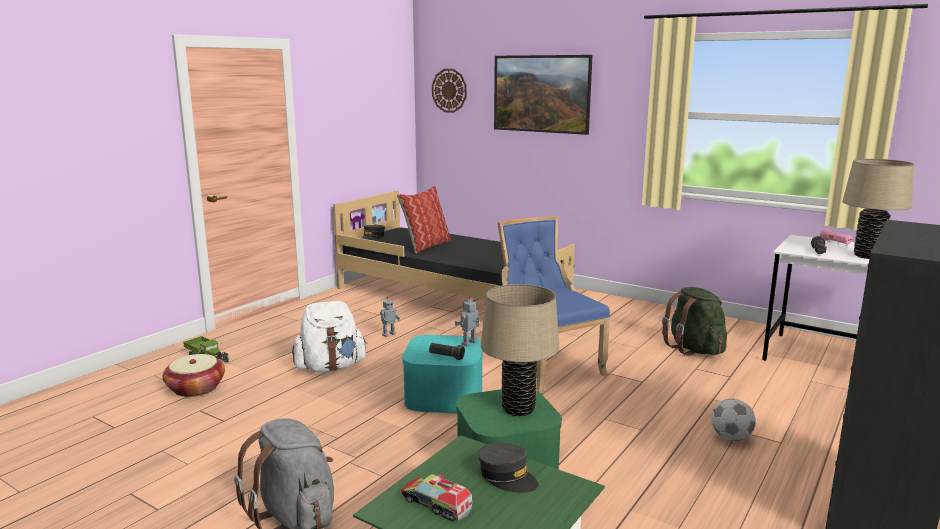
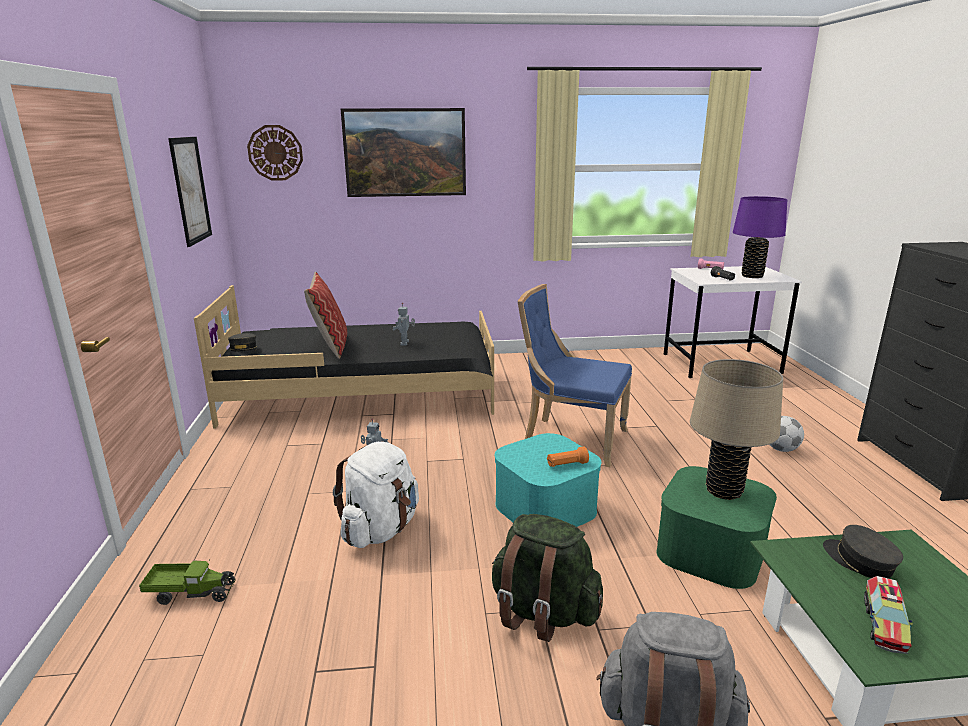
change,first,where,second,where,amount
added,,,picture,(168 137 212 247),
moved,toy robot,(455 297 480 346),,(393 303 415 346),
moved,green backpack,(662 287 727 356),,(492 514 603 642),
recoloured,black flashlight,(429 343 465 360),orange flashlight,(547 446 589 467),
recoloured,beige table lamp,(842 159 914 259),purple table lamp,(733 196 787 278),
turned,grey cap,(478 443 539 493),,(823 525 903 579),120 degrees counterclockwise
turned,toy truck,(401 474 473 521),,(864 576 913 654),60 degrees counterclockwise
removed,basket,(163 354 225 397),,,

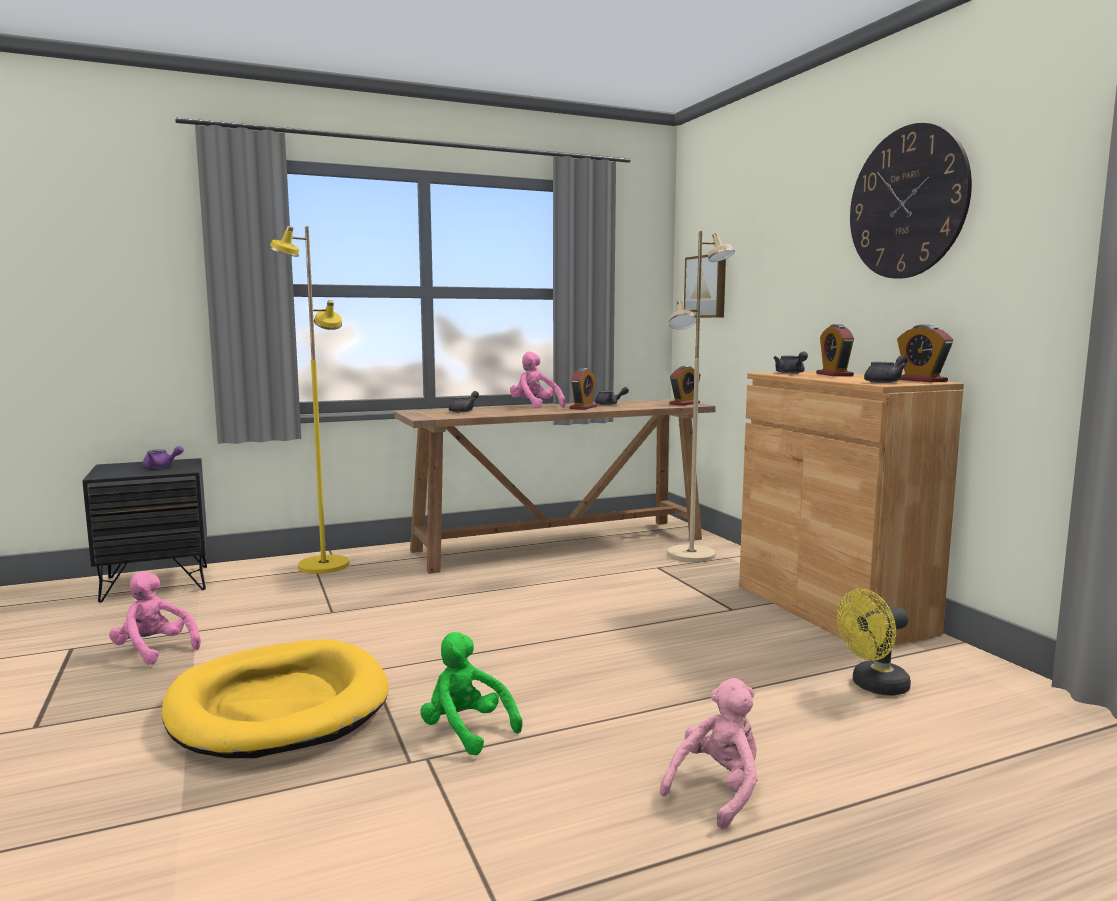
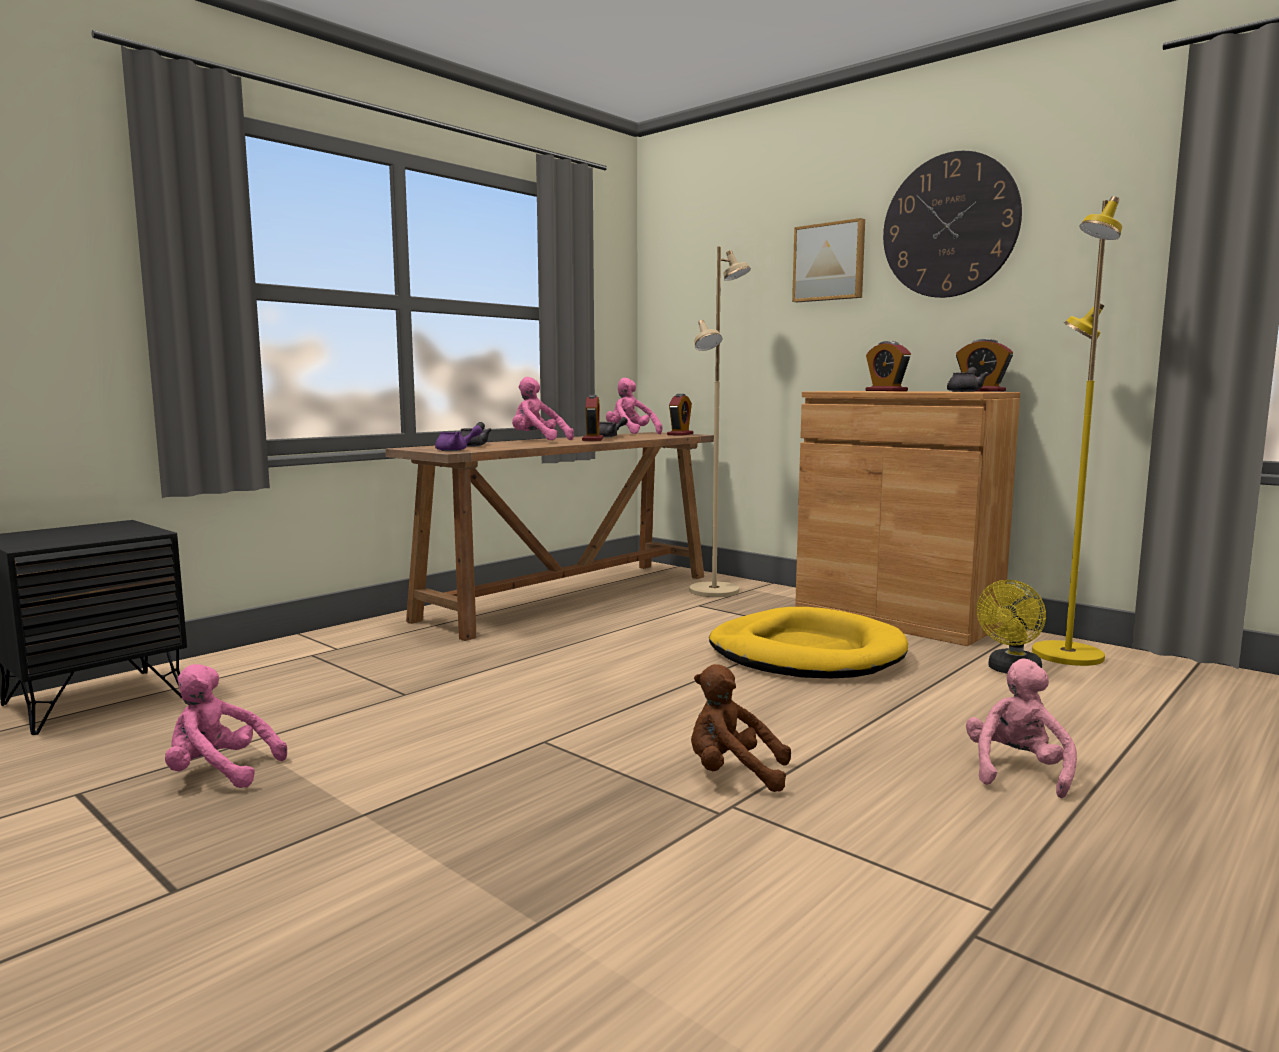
change,first,where,second,where,amount
moved,purple teapot,(143 446 184 468),,(435 425 482 451),
added,,,pink plush toy,(606 378 663 434),
recoloured,green plush toy,(420 632 523 755),brown plush toy,(691 664 791 792),
moved,yellow dog bed,(161 639 389 758),,(709 607 908 678),
moved,picture,(684 255 726 318),,(792 218 865 302),
moved,yellow floor lamp,(269 226 349 574),,(1032 196 1122 666),
removed,grey teapot,(774 352 808 374),,,

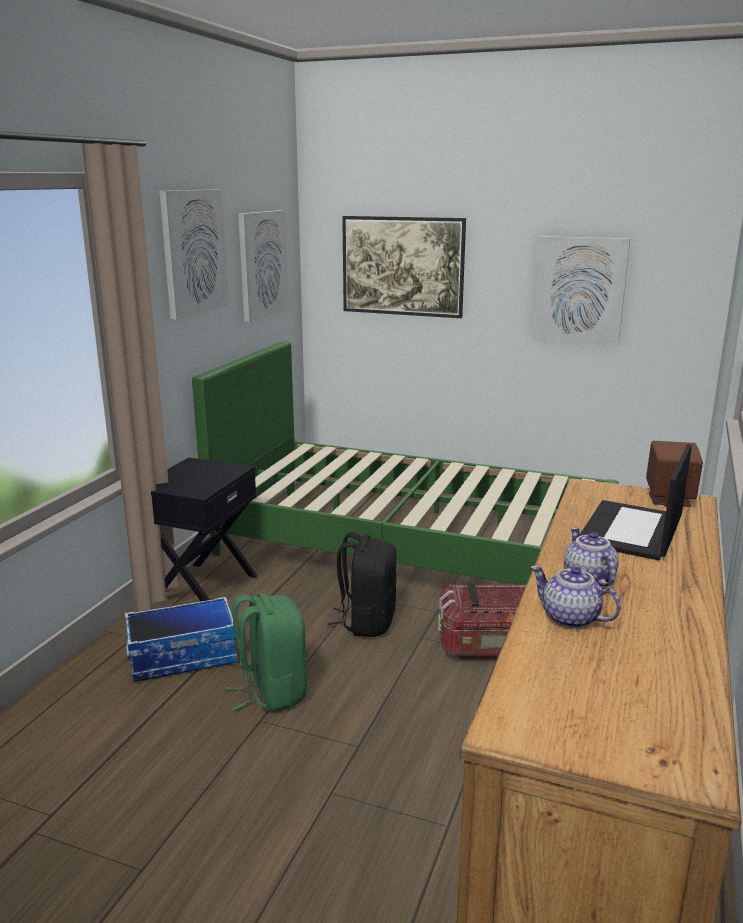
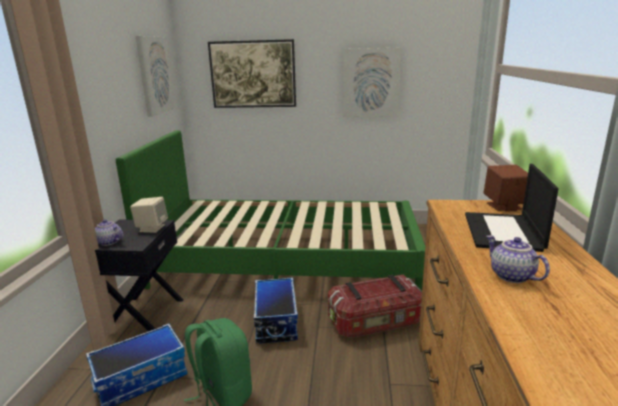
change,first,where,second,where,amount
moved,teapot,(530 566 621 628),,(95 219 124 246),
added,,,beige speaker,(130 197 168 233),
replaced,black backpack,(327 532 396 637),storage box,(254 277 298 344),
removed,picture,(159 189 229 319),,,

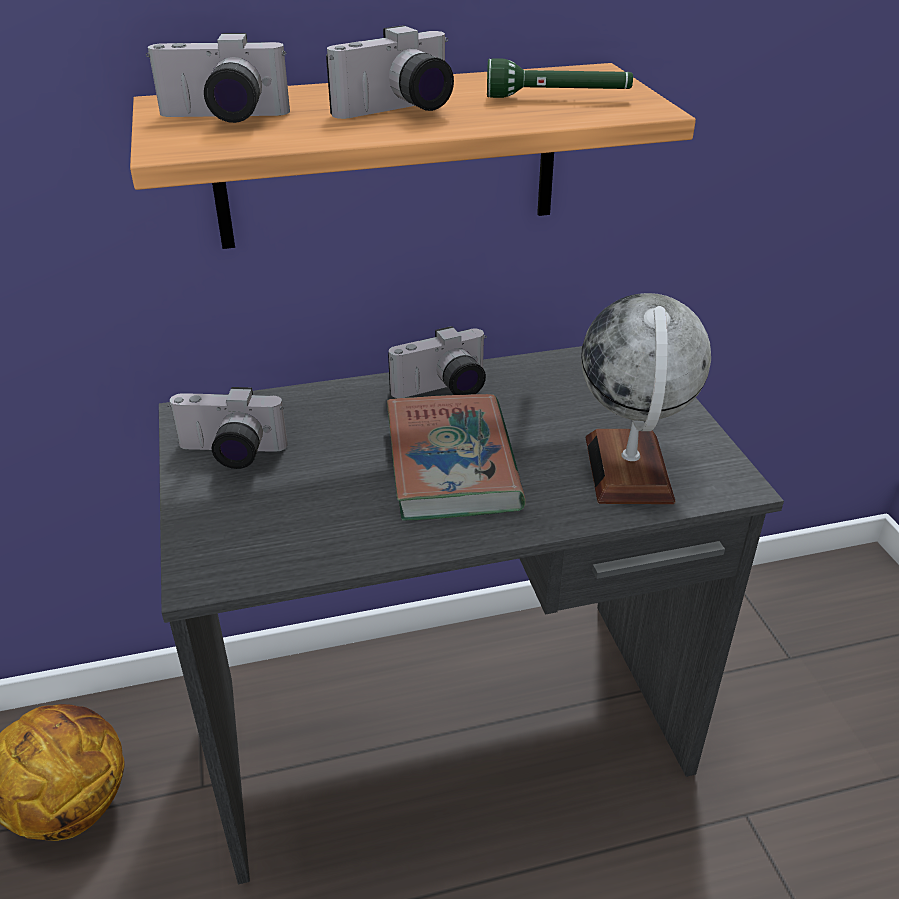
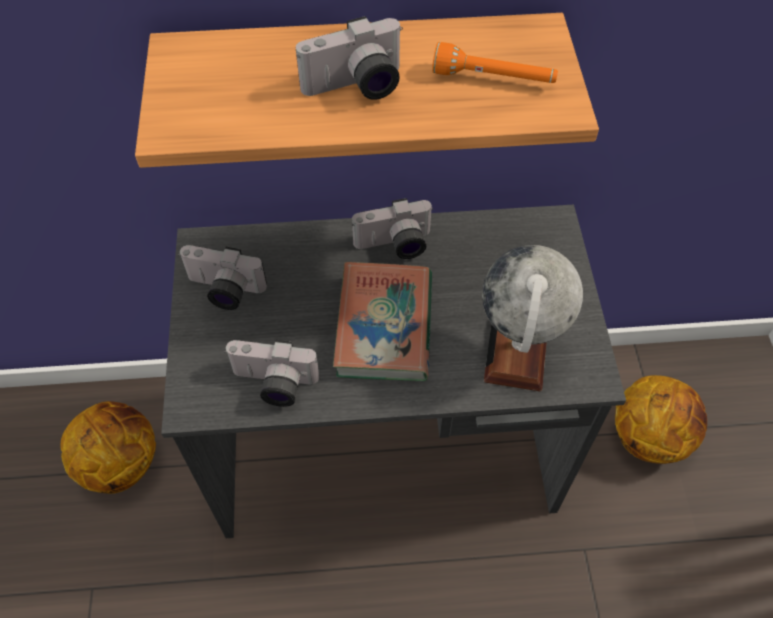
change,first,where,second,where,amount
moved,photo camera,(146 33 290 123),,(224 340 319 407),
recoloured,green flashlight,(487 58 633 98),orange flashlight,(432 42 558 83),
added,,,basketball,(615 375 707 464),

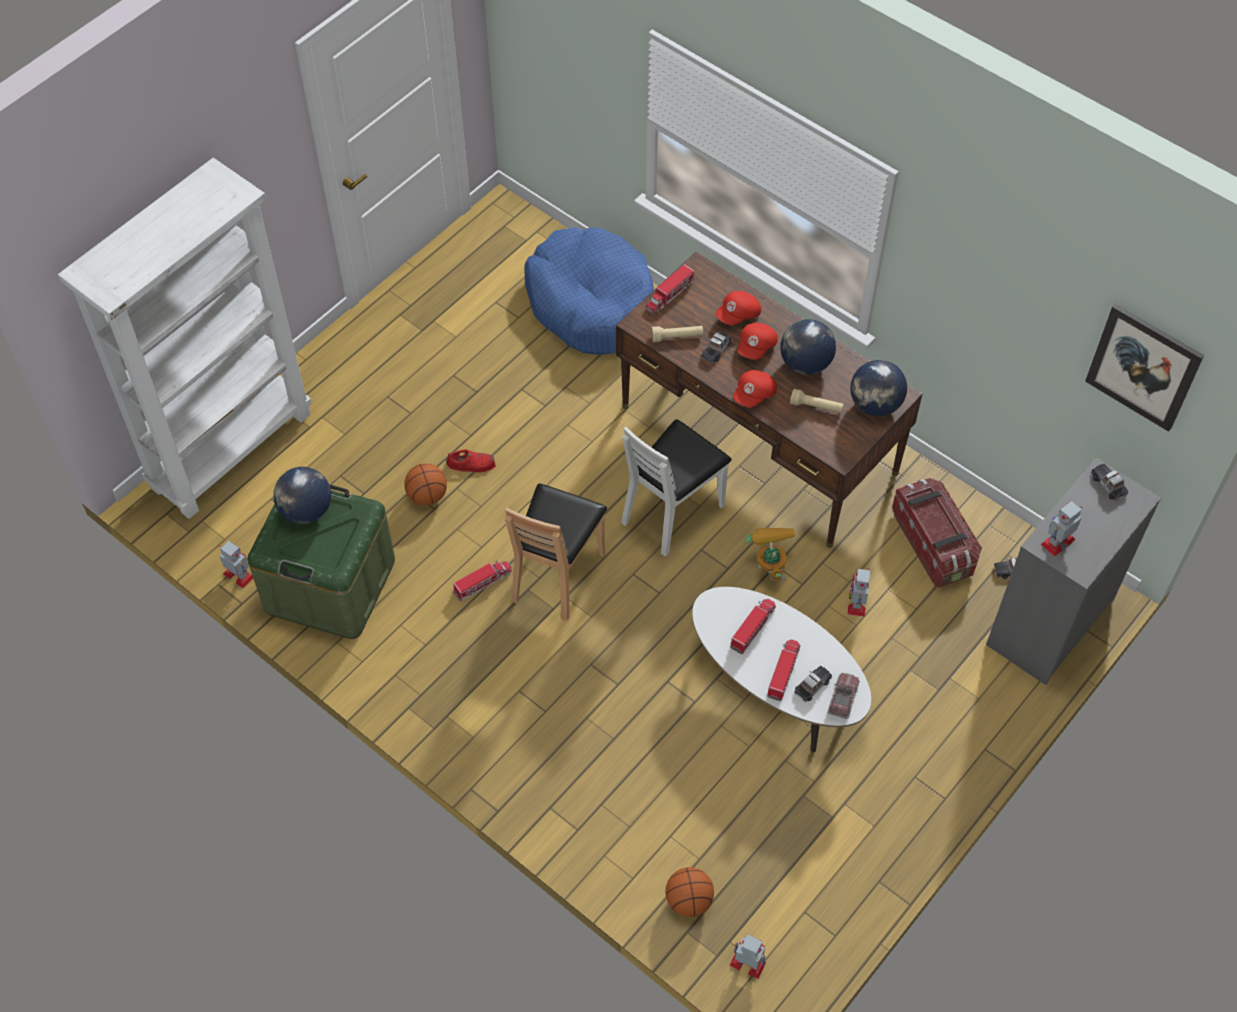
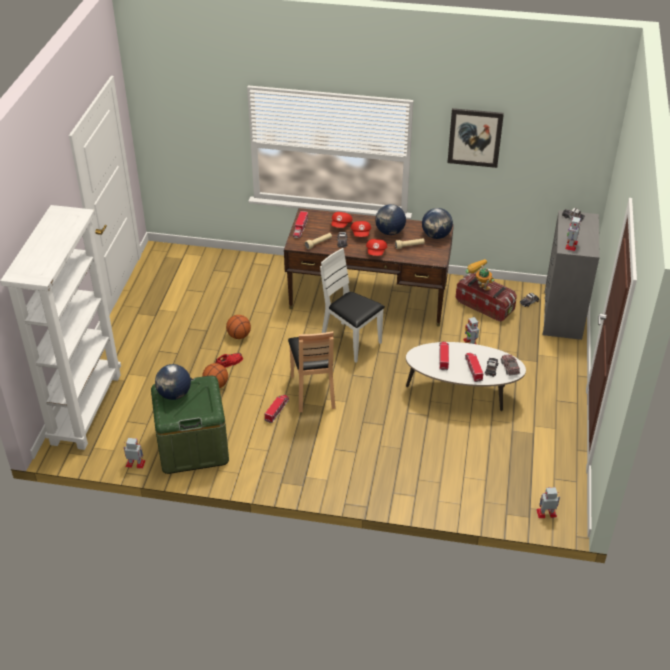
change,first,where,second,where,amount
moved,basketball,(665 867 714 917),,(226 315 251 339),
turned,white chair,(621 419 732 556),,(320 248 385 362),120 degrees clockwise
moved,picture,(1085 304 1204 432),,(447 108 504 168),
moved,toy robot,(745 528 795 583),,(465 259 494 290),
removed,blue dog bed,(525 227 654 355),,,

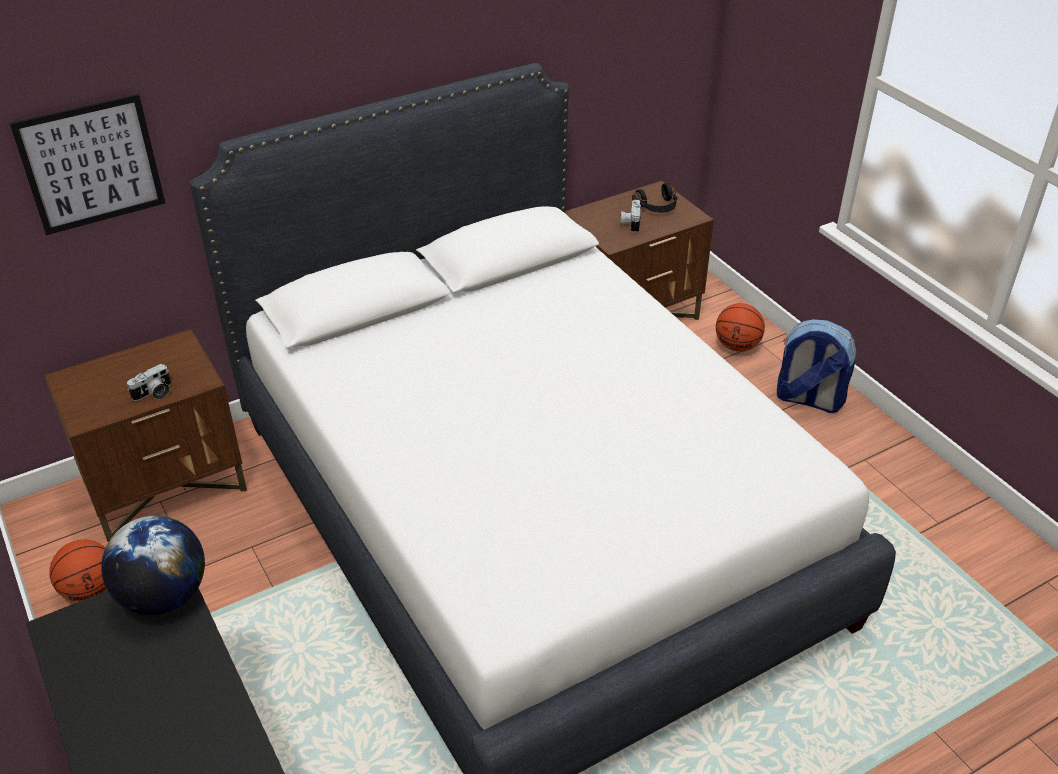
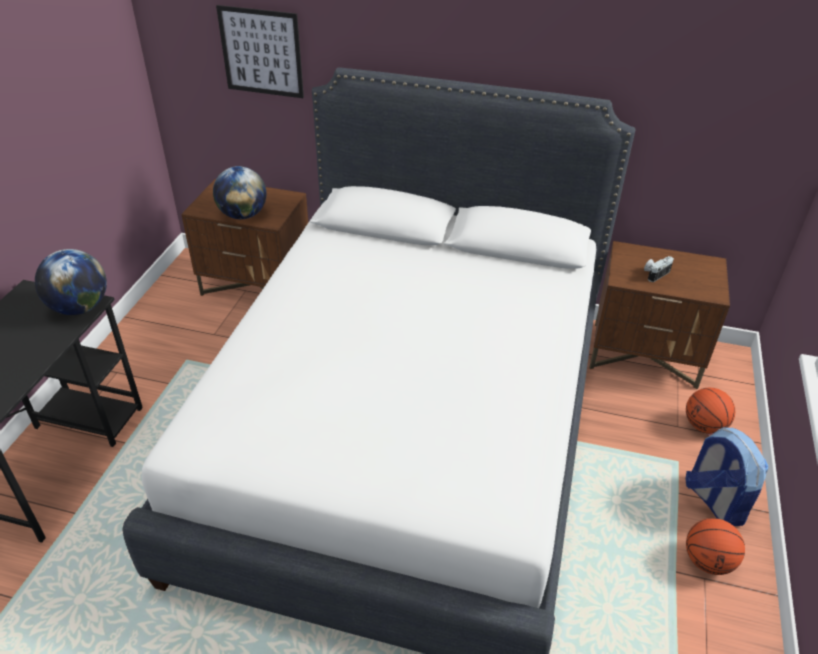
change,first,where,second,where,amount
replaced,photo camera,(127 364 171 401),globe,(213 166 266 219),
moved,basketball,(49 540 107 602),,(686 518 745 575),
removed,black headphones,(632 183 678 213),,,

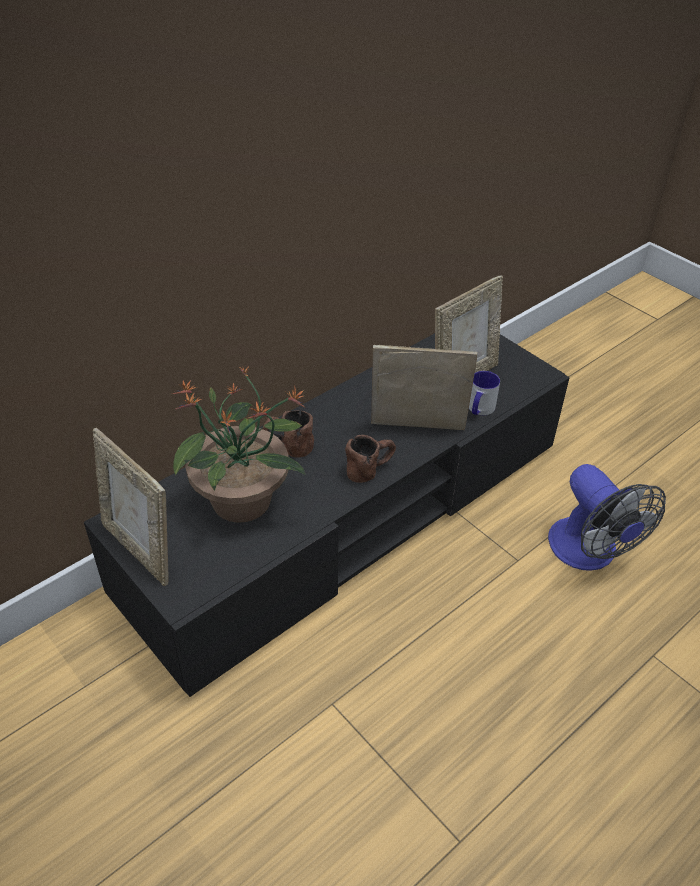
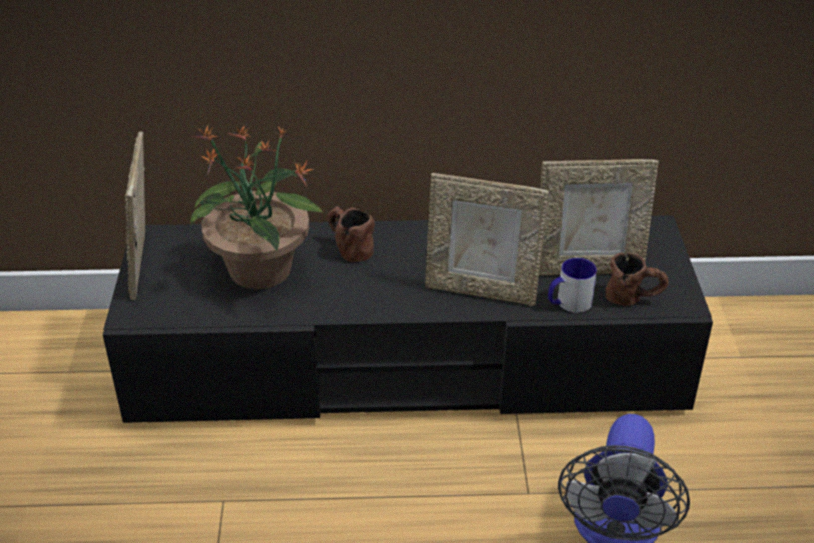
change,first,where,second,where,amount
turned,picture frame,(371 345 477 430),,(425 173 549 306),150 degrees clockwise
moved,brown mug,(345 435 396 483),,(605 253 669 306),

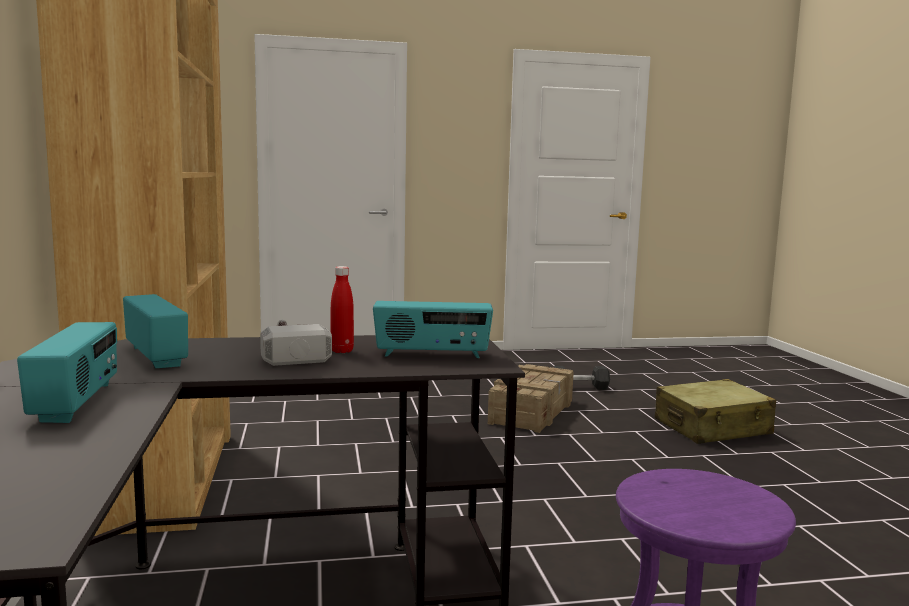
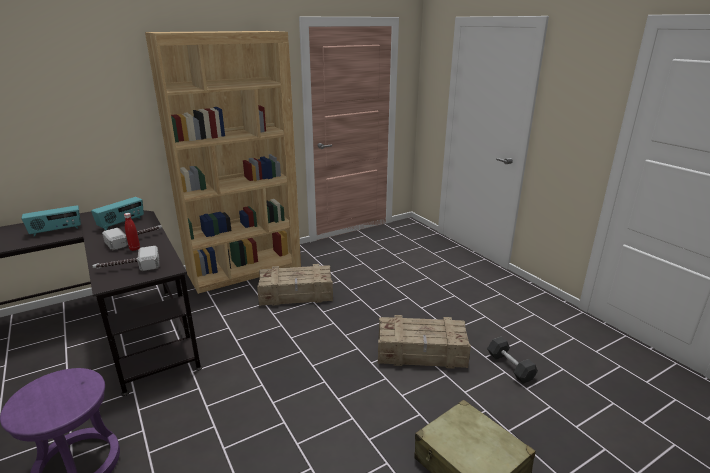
change,first,where,second,where,amount
replaced,radio,(373 301 493 358),hammer,(93 246 160 271),
added,,,crate,(257 264 333 306),

